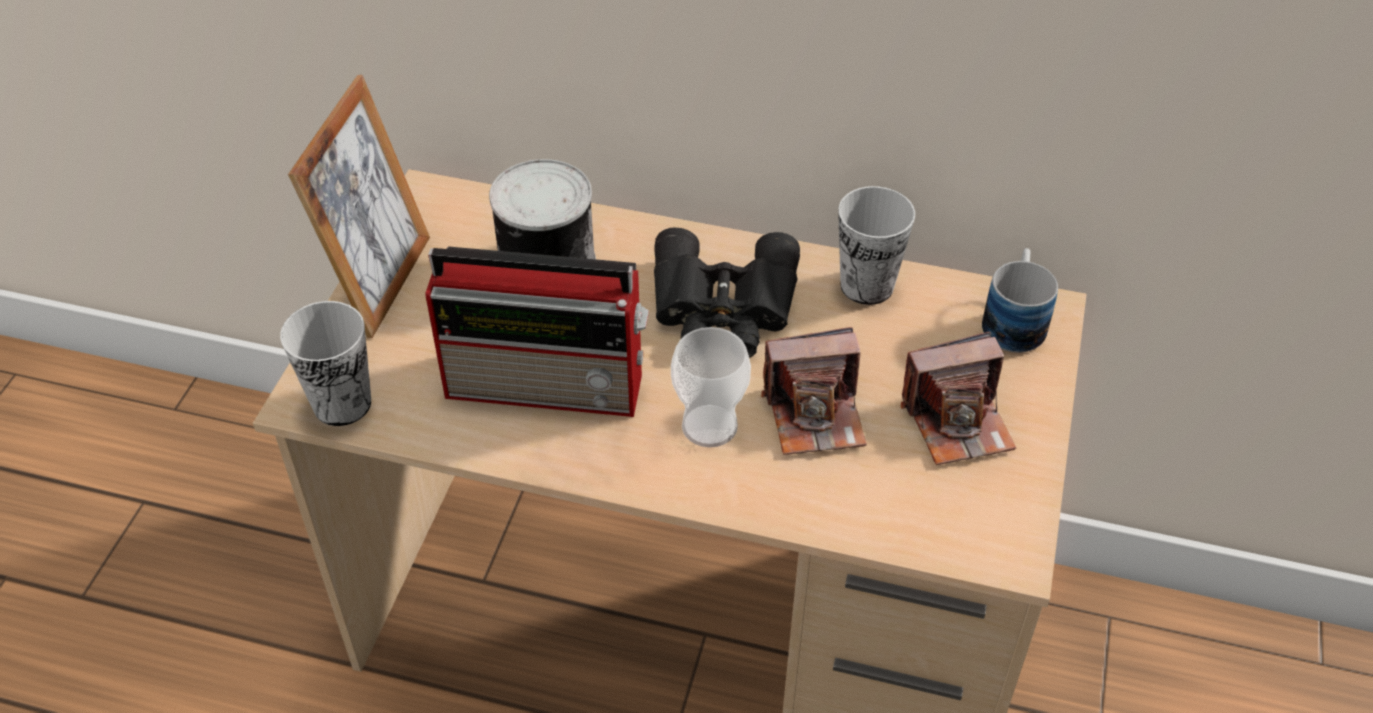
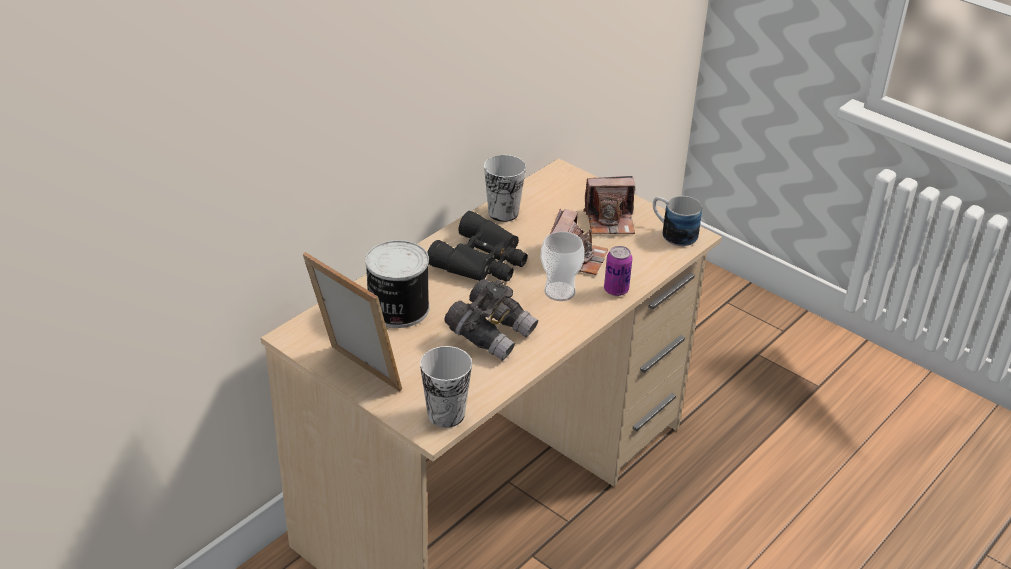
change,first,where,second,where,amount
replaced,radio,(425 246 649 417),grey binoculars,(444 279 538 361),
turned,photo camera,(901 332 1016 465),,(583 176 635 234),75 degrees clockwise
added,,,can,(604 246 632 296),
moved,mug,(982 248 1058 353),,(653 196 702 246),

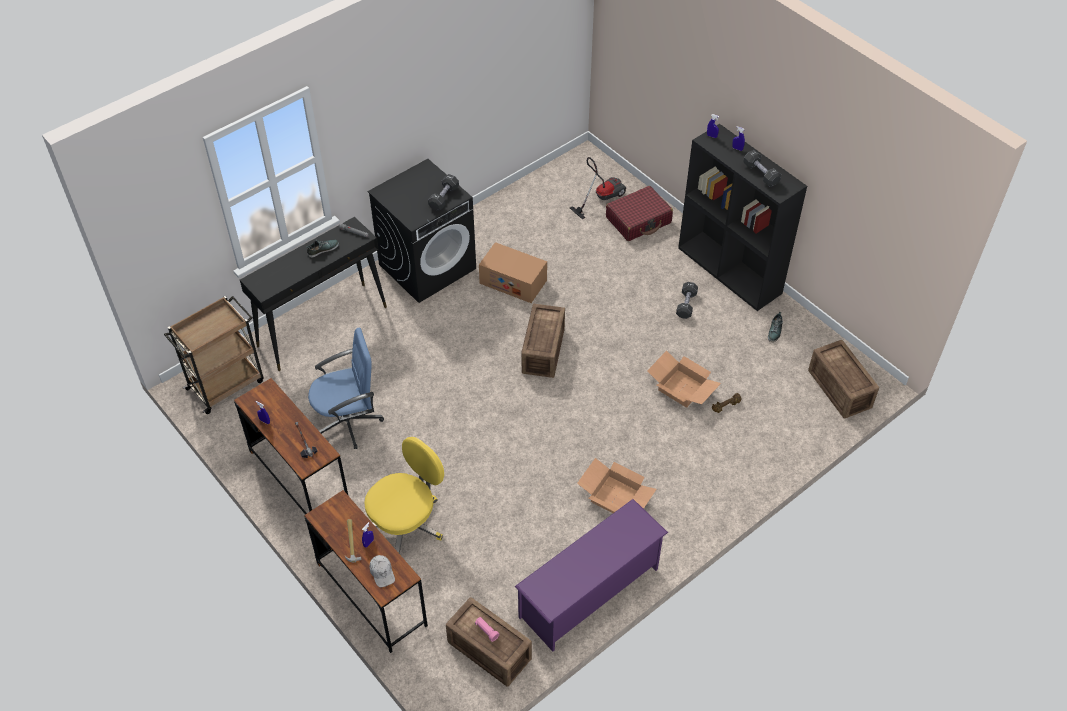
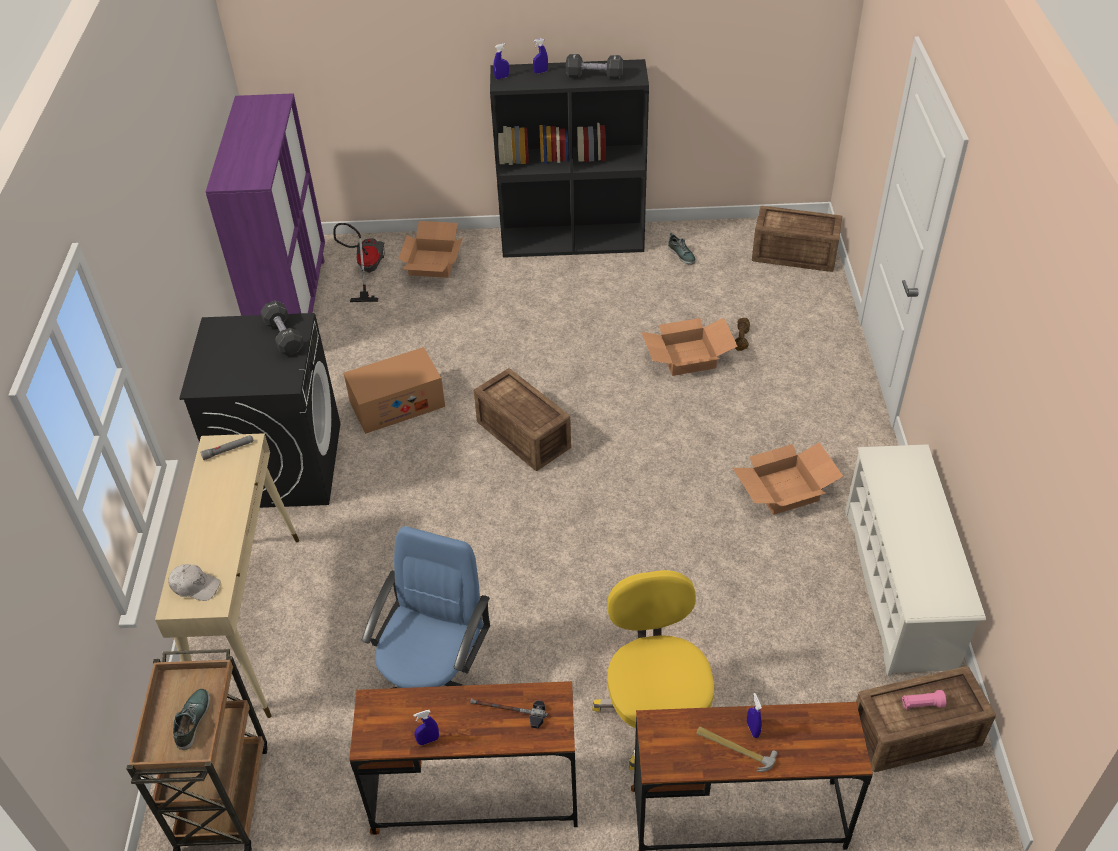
change,first,where,second,where,amount
recoloured,black console table,(240 217 387 371),beige console table,(155 433 299 718),
moved,white cap,(370 555 395 587),,(168 564 221 601),
moved,shoe,(306 240 339 258),,(173 689 210 750),
added,,,purple cabinet,(206 93 325 316),
replaced,red suitcase,(606 186 673 241),cardboard box,(398 221 463 278),
recoloured,purple shoe rack,(515 499 668 651),white shoe rack,(845 444 986 676),
removed,black dumbbell,(676 282 698 319),,,

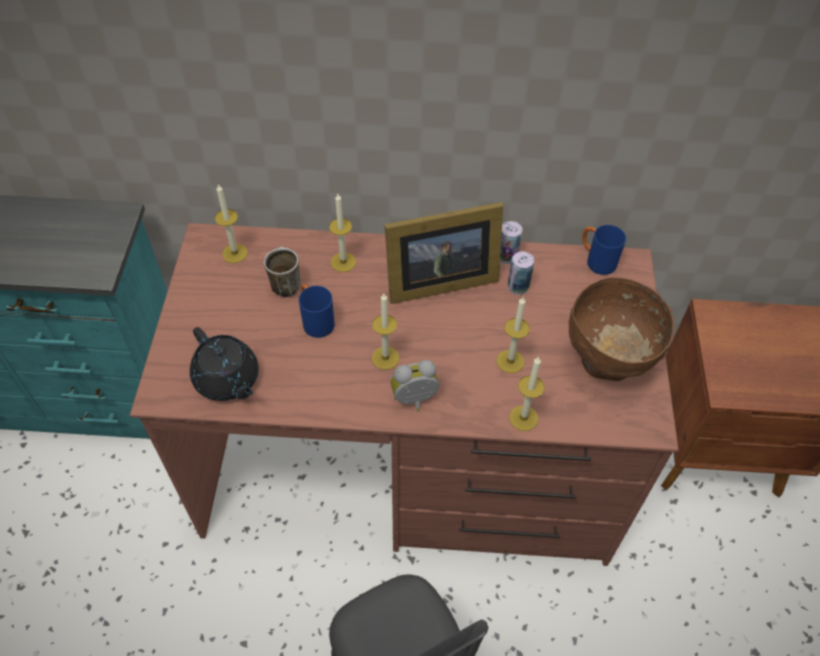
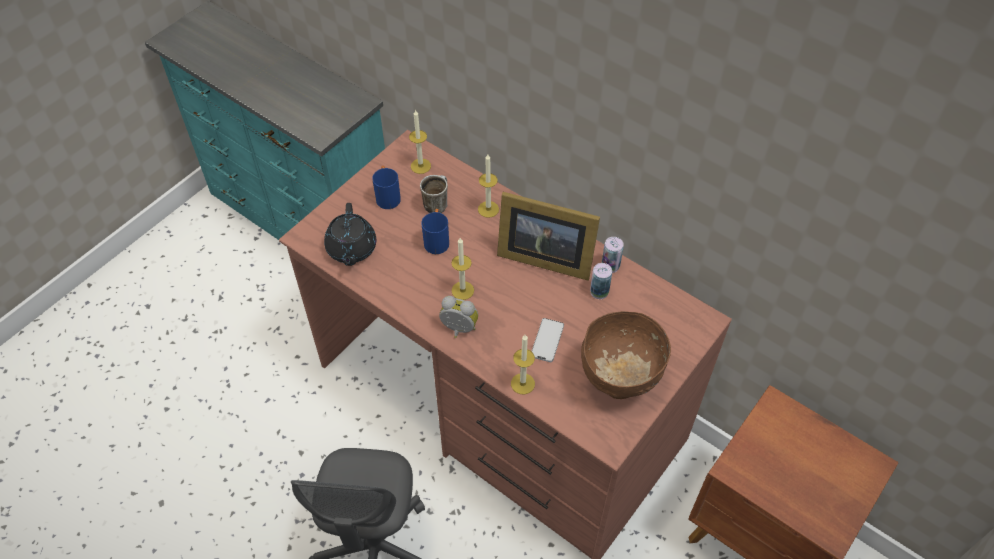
change,first,where,second,where,amount
moved,blue mug,(582 225 626 275),,(372 166 401 209),
replaced,candle,(497 297 530 373),phone,(531 318 564 362),

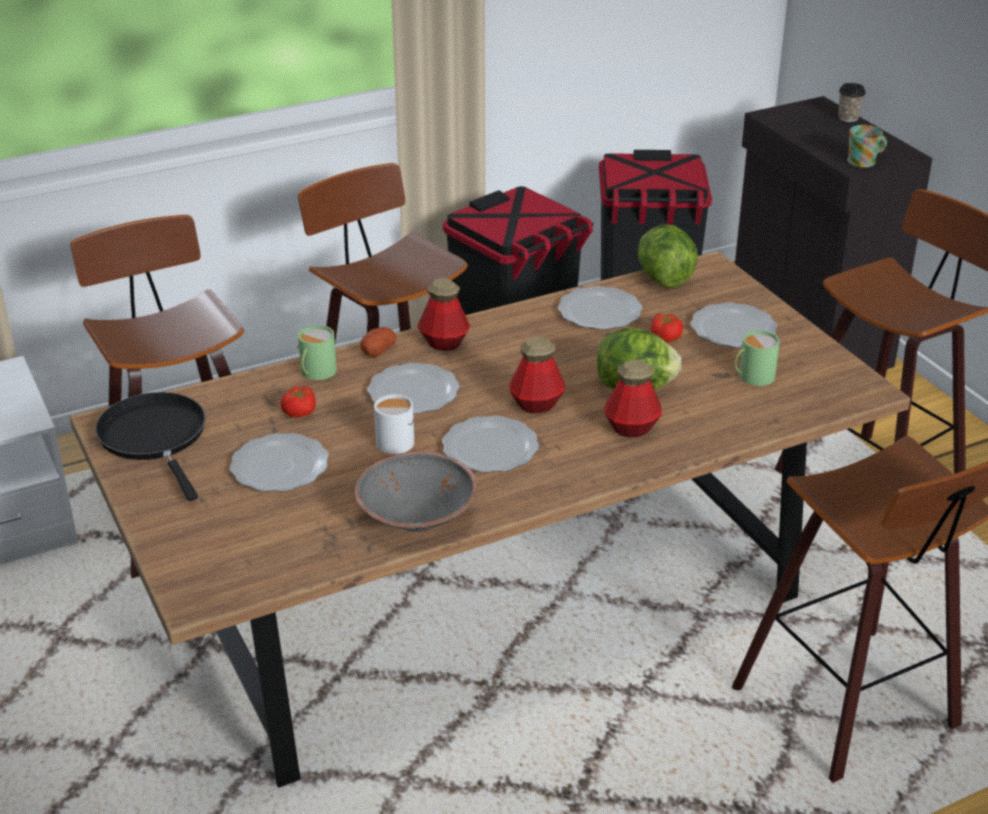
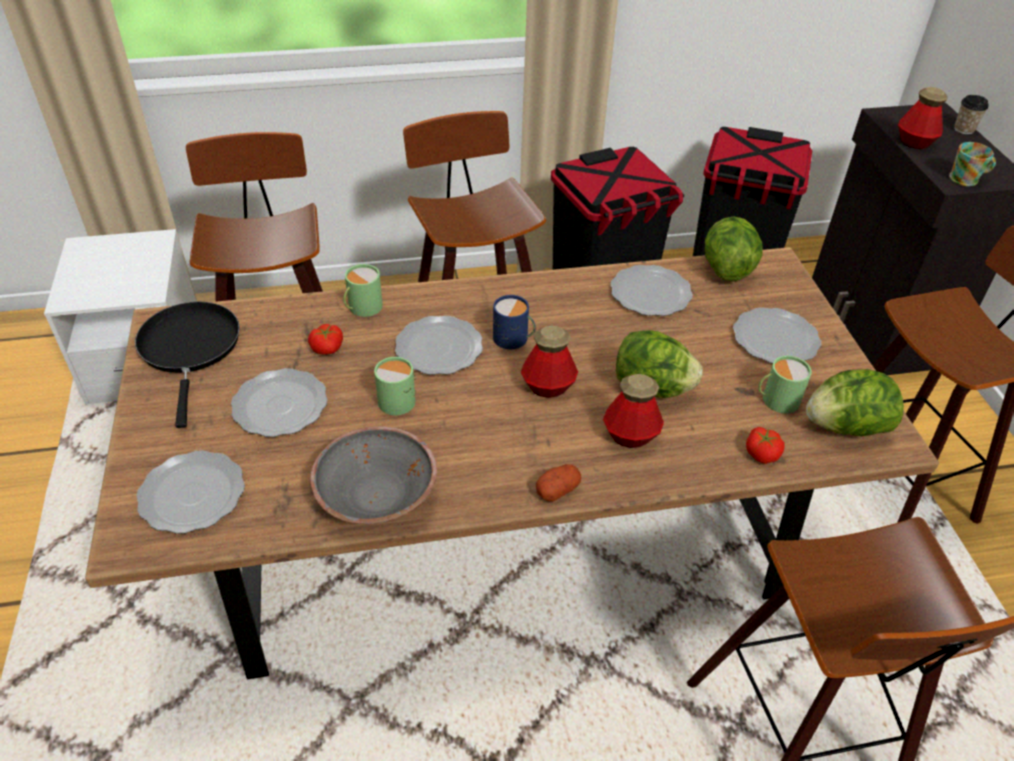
change,first,where,second,where,amount
moved,plate,(442 416 539 473),,(136 450 245 534),
recoloured,white mug,(374 394 415 454),green mug,(374 357 416 415),
added,,,blue mug,(493 295 536 349),
moved,potato,(360 327 396 357),,(536 464 581 502),
moved,tomato,(651 313 683 342),,(746 427 785 464),
added,,,lettuce,(806 369 904 436),
moved,bottle,(417 278 470 351),,(898 87 948 149),

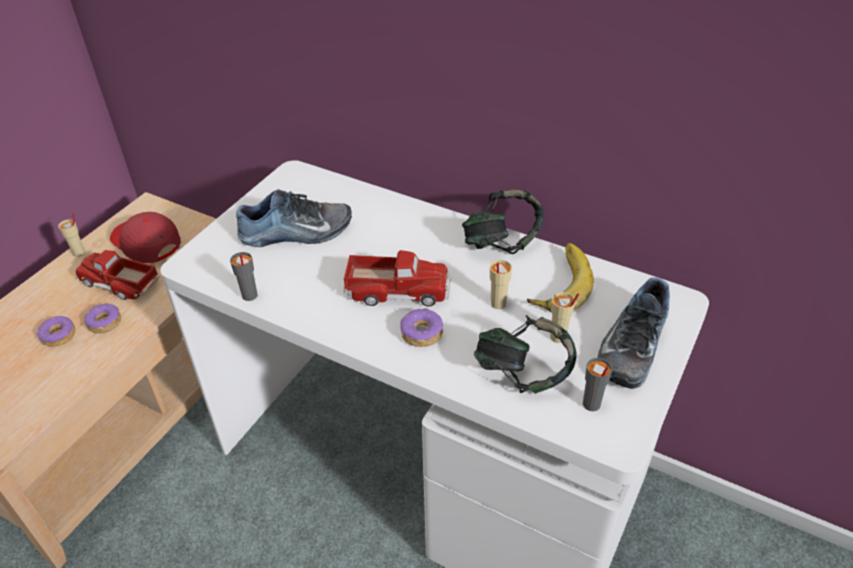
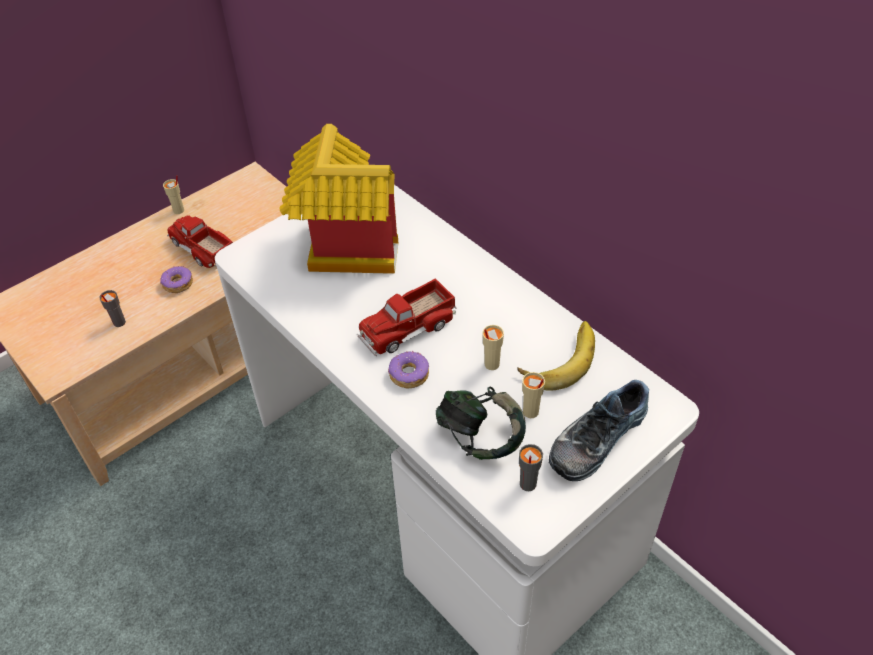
change,first,where,second,where,amount
moved,grey cup,(230 252 258 301),,(99 290 126 327),
replaced,shoe,(236 189 352 247),toy house,(280 124 398 274),
turned,toy truck,(344 250 451 307),,(357 278 456 356),120 degrees clockwise
removed,donut,(37 316 75 347),,,
removed,red cap,(110 212 181 263),,,
removed,headphones,(462 190 544 254),,,

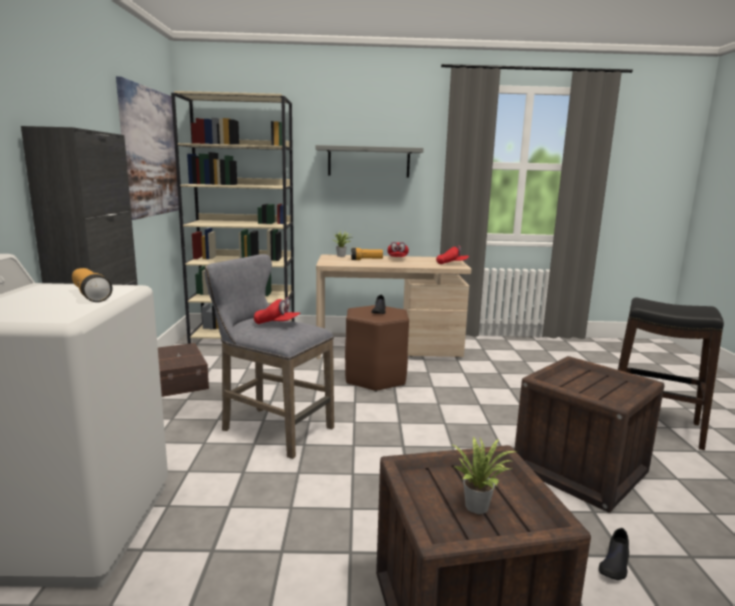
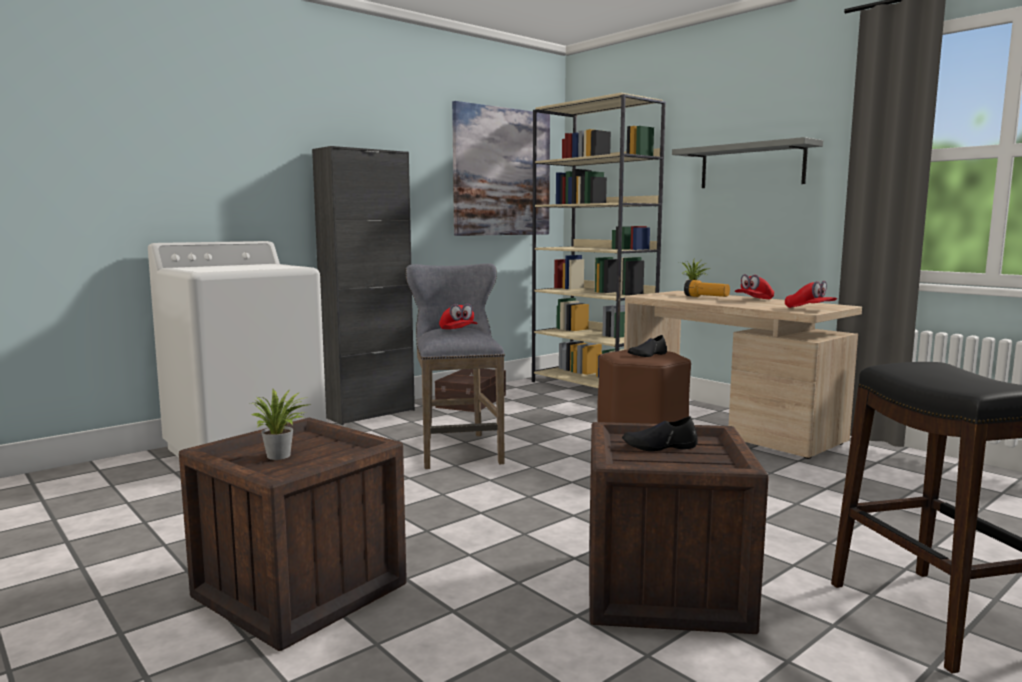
change,first,where,second,where,amount
moved,black shoe,(599 528 629 580),,(622 416 698 451),
removed,flashlight,(72 268 112 302),,,

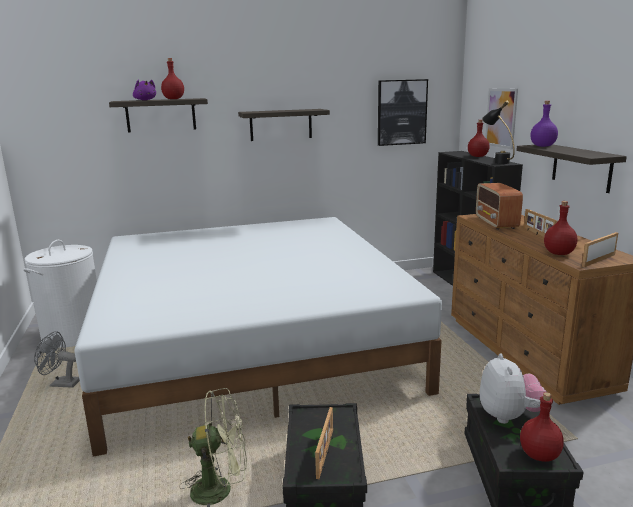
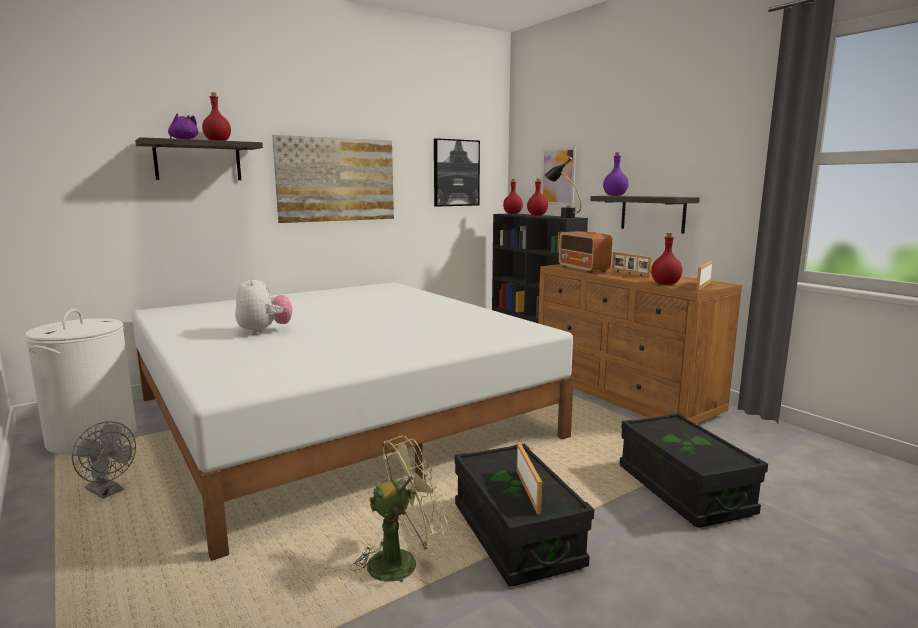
change,first,where,second,where,amount
turned,grey fan,(34 331 80 388),,(72 421 136 499),135 degrees counterclockwise
moved,plush toy,(480 353 547 424),,(235 276 292 335),
replaced,shelf,(238 109 330 141),picture,(272 135 394 223),
moved,red bottle,(520 392 564 462),,(503 179 523 214),

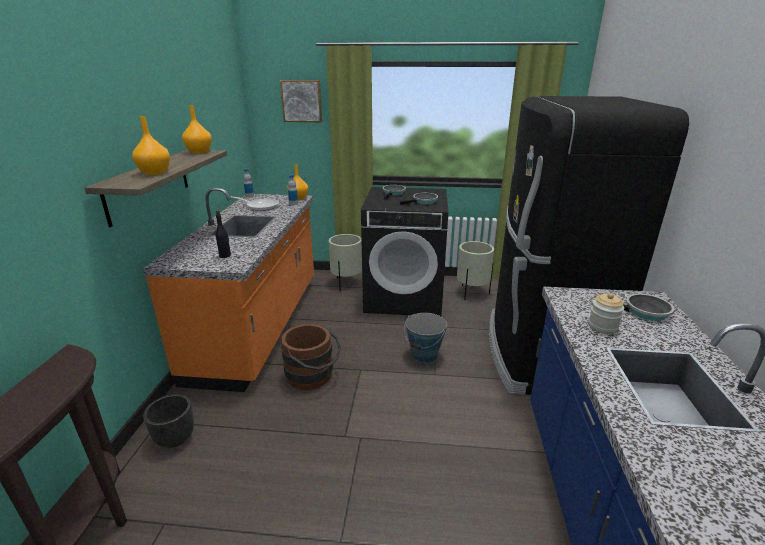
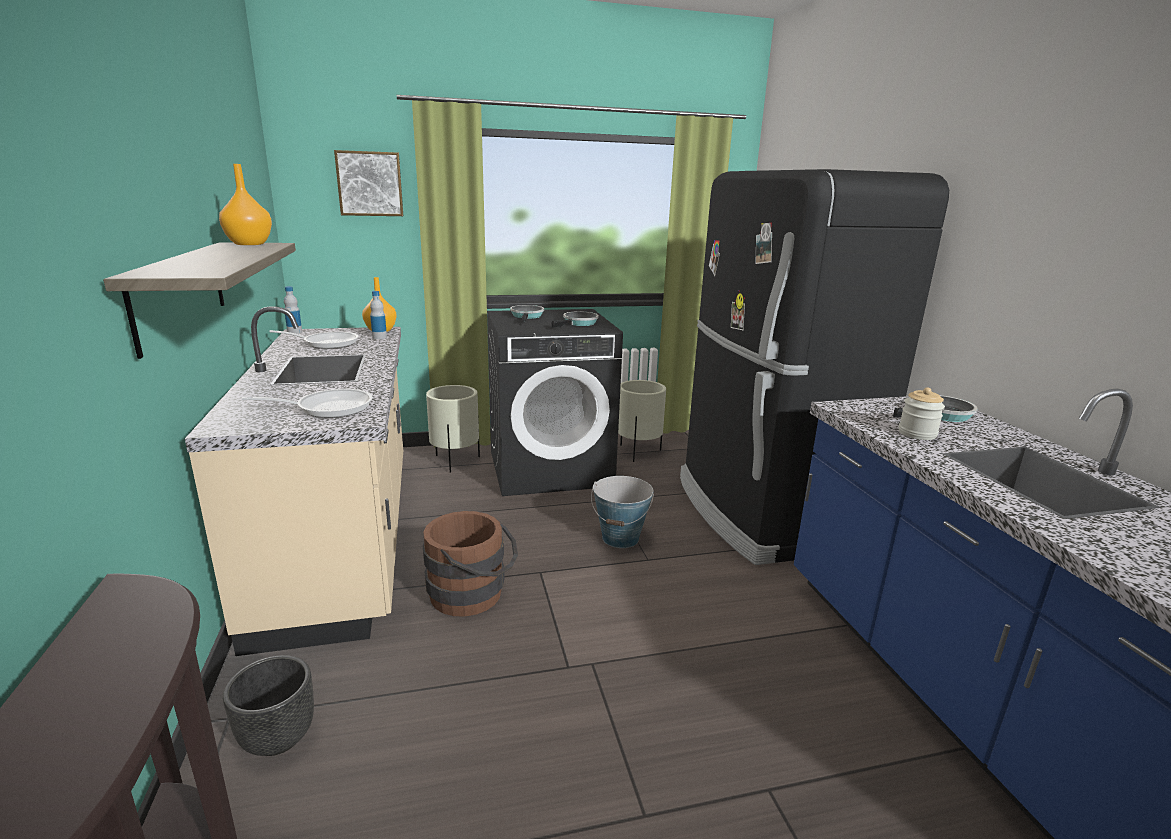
change,first,where,second,where,amount
recoloured,orange counter,(143 188 314 392),beige counter,(185 307 403 656),
replaced,black bottle,(216 210 231 258),frying pan,(242 389 373 418),
removed,orange vase,(132 116 170 175),,,

